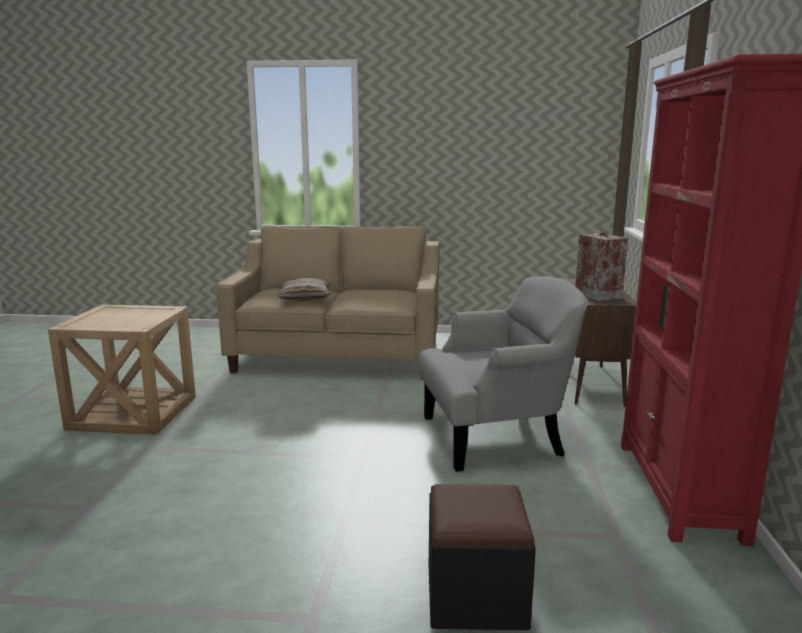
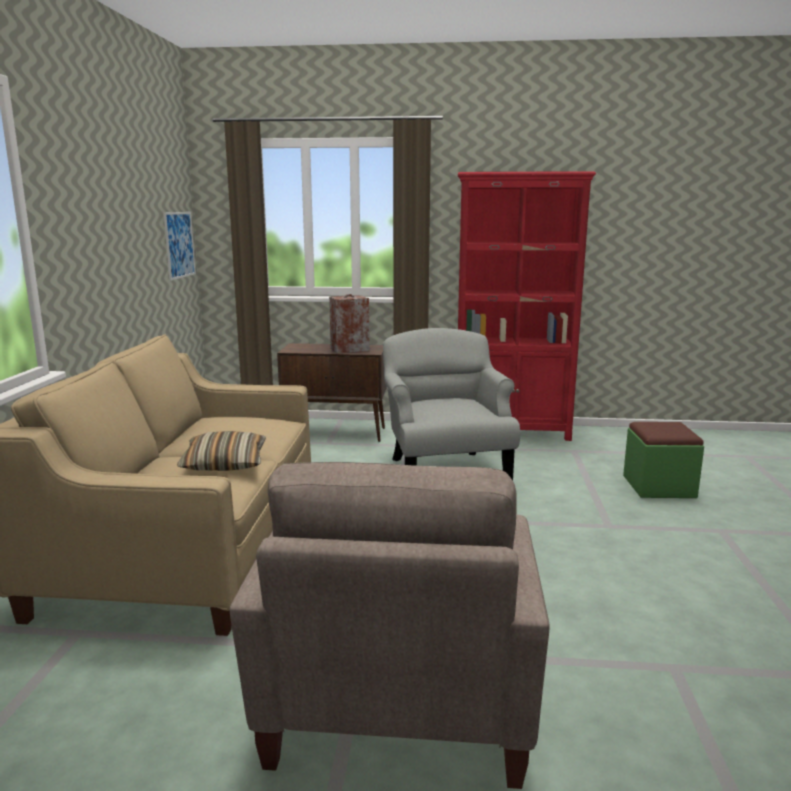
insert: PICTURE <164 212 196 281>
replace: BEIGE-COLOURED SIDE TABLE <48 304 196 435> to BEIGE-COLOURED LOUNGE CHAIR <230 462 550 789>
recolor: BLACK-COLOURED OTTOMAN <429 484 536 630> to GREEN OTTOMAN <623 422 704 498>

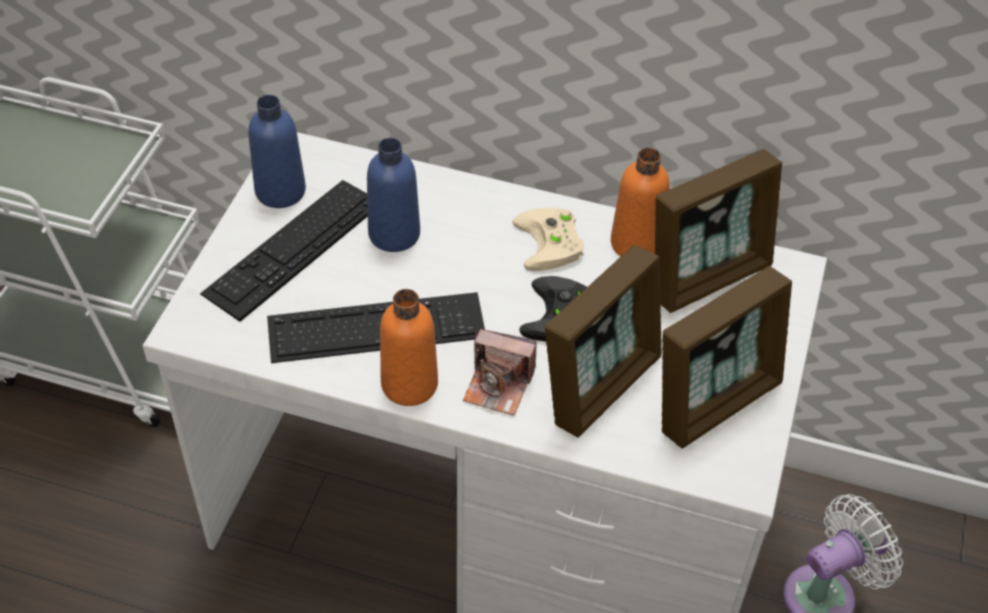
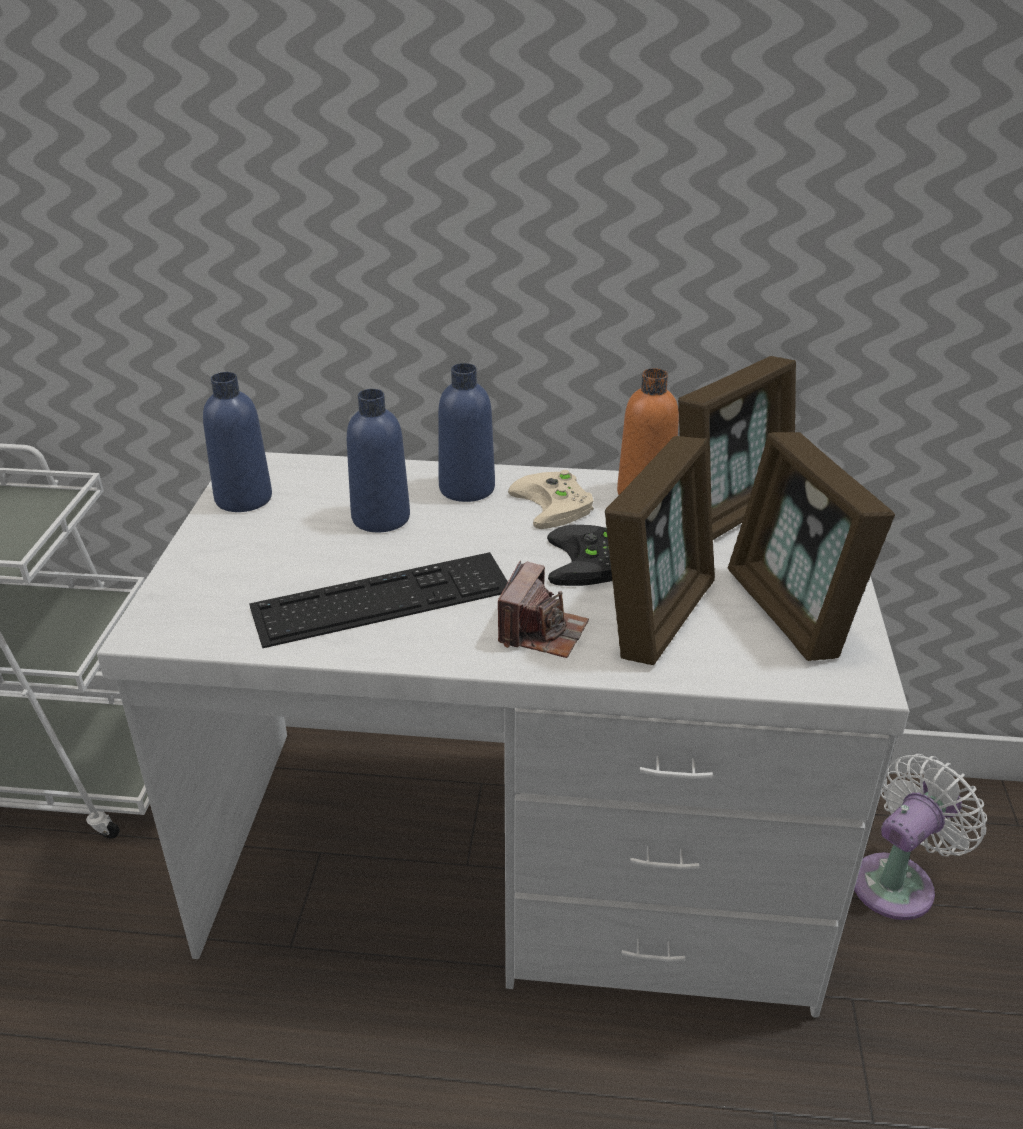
delete: PC KEYBOARD <200 180 368 322>; ORANGE-COLOURED DRINK BOTTLE <380 289 438 406>
insert: BLUE DRINK BOTTLE <438 363 495 502>
rotate: STILL CAMERA <463 329 537 416> = <498 561 589 658> 75 degrees counterclockwise; PICTURE FRAME <662 266 792 449> = <728 432 895 661> 120 degrees clockwise

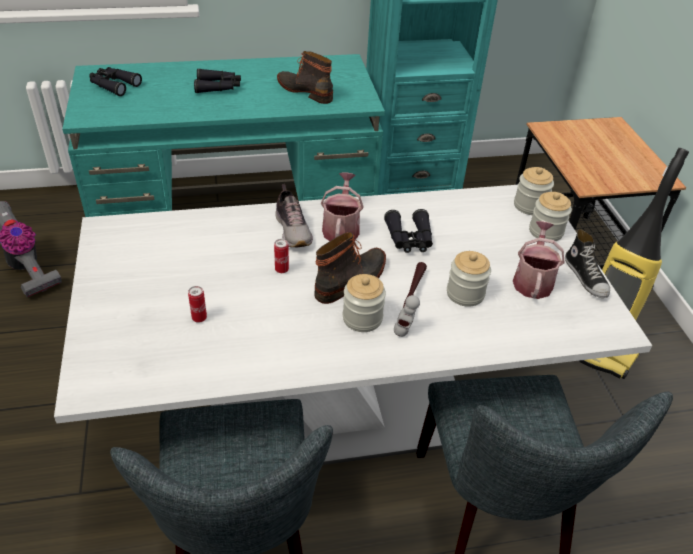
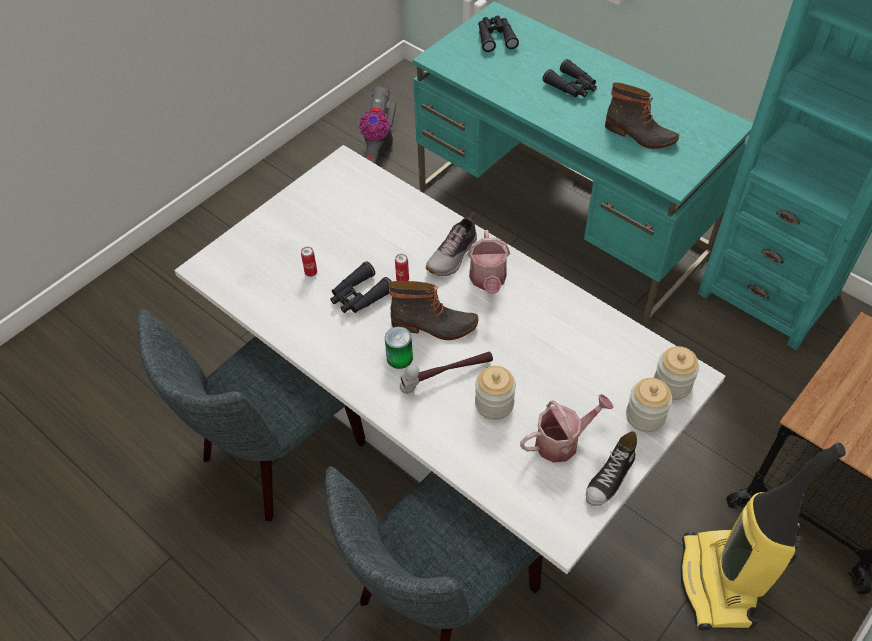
move: BLACK-COLOURED PAIR OF BINOCULARS <384 209 433 253> to <330 261 392 313>
replace: STORAGE JAR <343 274 386 332> to METAL CAN <385 327 413 369>
rotate: BOOT <277 51 333 104> = <605 82 680 149> 120 degrees clockwise; WATERING CAN <321 172 364 241> = <468 230 510 295> 120 degrees clockwise

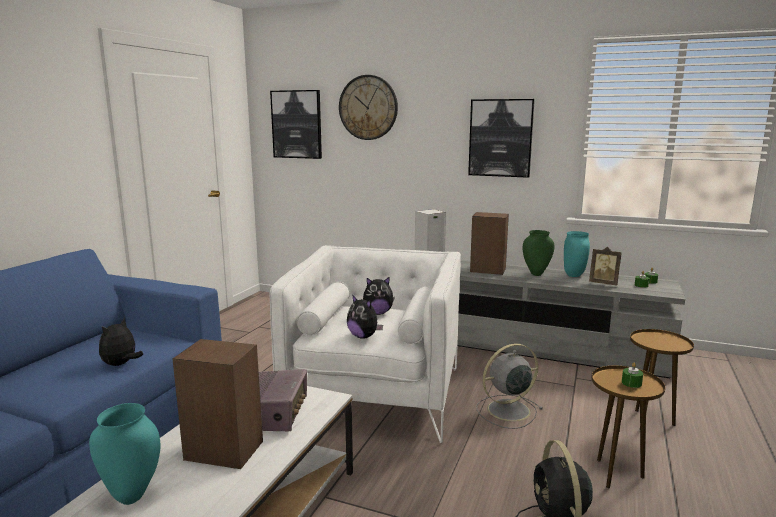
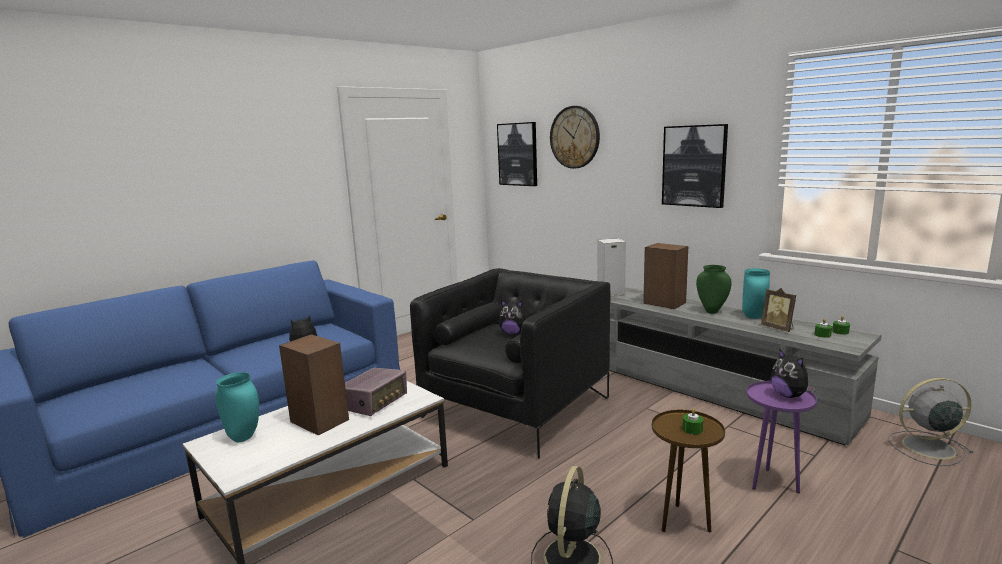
move: SOFT TOY <347 295 383 339> to <771 350 816 398>; GREYISH ELECTRIC FAN <476 343 543 429> to <888 378 974 466>
recolor: WHITE-COLOURED LOUNGE CHAIR <270 245 461 443> to BLACK-COLOURED LOUNGE CHAIR <410 268 611 459>; BROWN SIDE TABLE <630 329 694 426> to PURPLE-COLOURED SIDE TABLE <747 381 817 493>

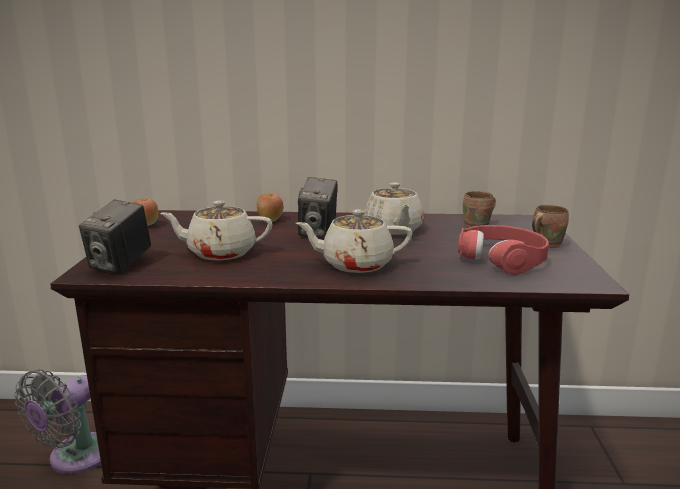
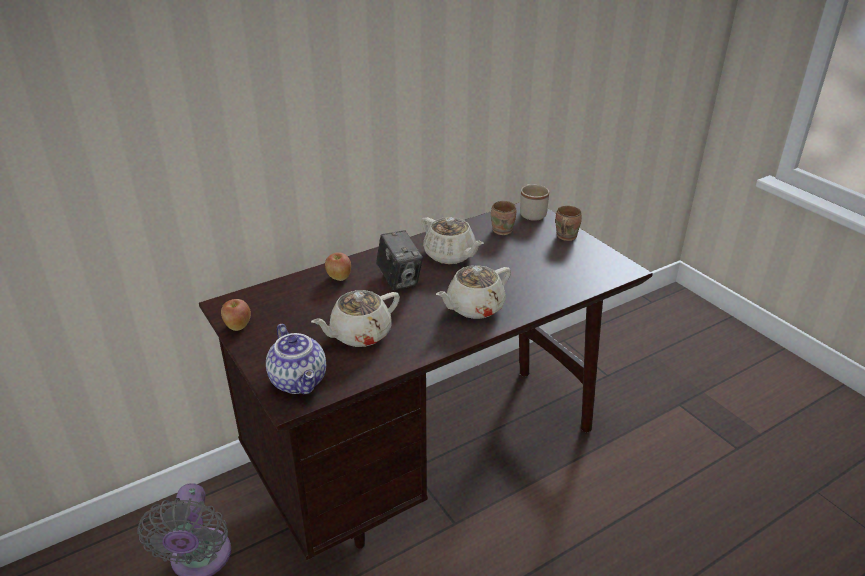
delete: RED-COLOURED HEADSET <458 225 549 275>
insert: BEIGE-COLOURED COFFEE MUG <520 184 549 221>
replace: STILL CAMERA <79 199 151 274> to POT FOR TEA <266 324 326 394>

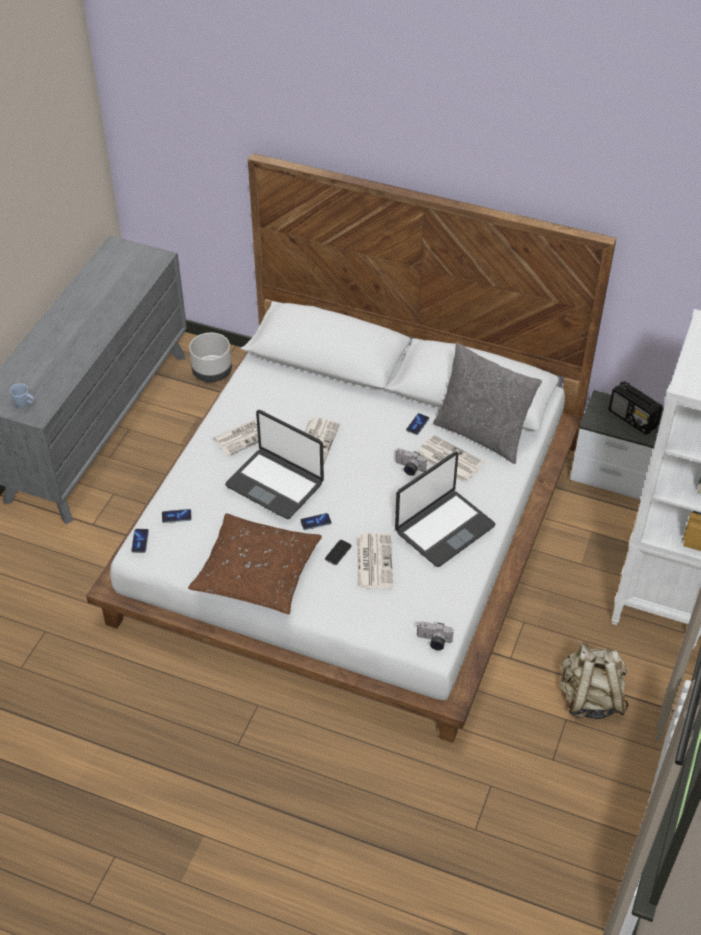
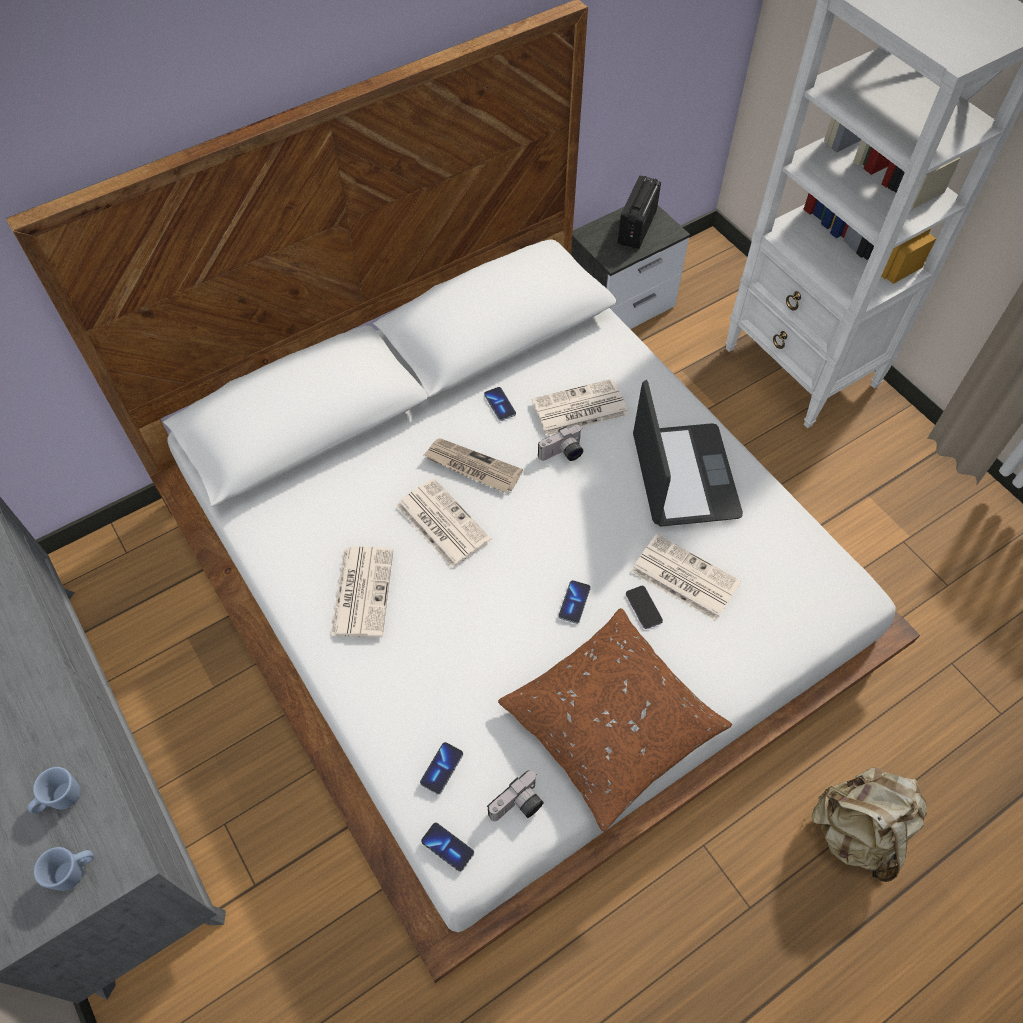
delete: GREYISH FLOWER POT <189 333 232 382>; NOTEBOOK COMPUTER <225 410 324 519>; GREYISH THROW PILLOW <433 343 542 464>
insert: BLUE COFFEE MUG <28 767 80 814>; PRINTED PAPER <424 438 523 493>
move: STILL CAMERA <417 622 454 650> to <487 770 544 821>; BEIGE-COLOURED KNAPSACK <560 642 629 719> to <812 767 927 882>
rotate: RADIO <609 381 663 435> = <618 176 661 249> 120 degrees clockwise

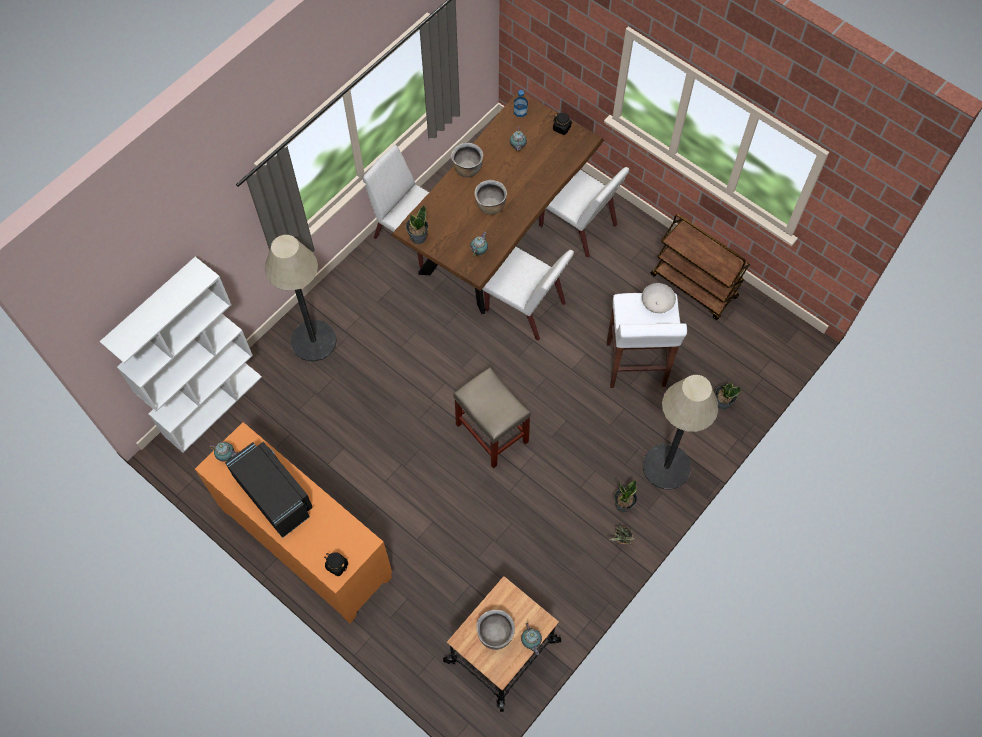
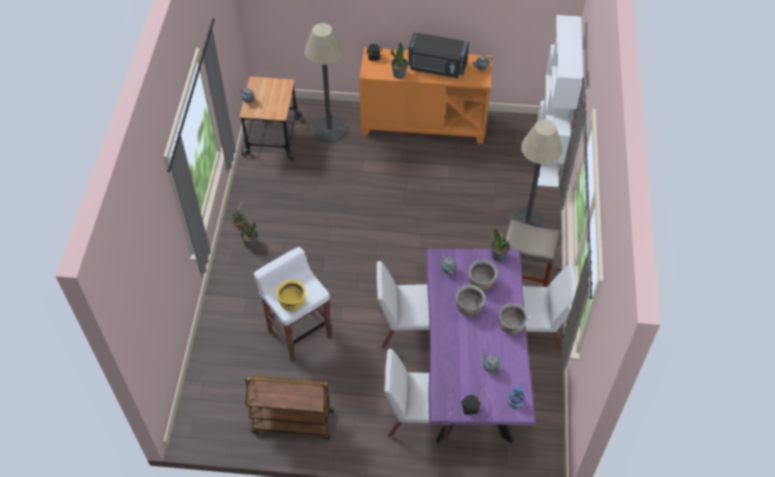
move: BEIGE-COLOURED SITTING STOOL <453 367 531 468> to <505 219 560 287>; BROWN SAUCEPOT <476 610 515 650> to <469 260 498 290>; FLOOR LAMP <643 375 719 490> to <305 23 346 142>; POTTED PLANT <715 382 742 410> to <391 42 408 79>
replace: WHITE-COLOURED DEEP DISH <642 283 676 313> to YELLOW SAUCEPOT <276 280 306 311>
recolor: BROWN DINNER TABLE <391 92 604 314> to PURPLE-COLOURED DINNER TABLE <426 249 536 443>

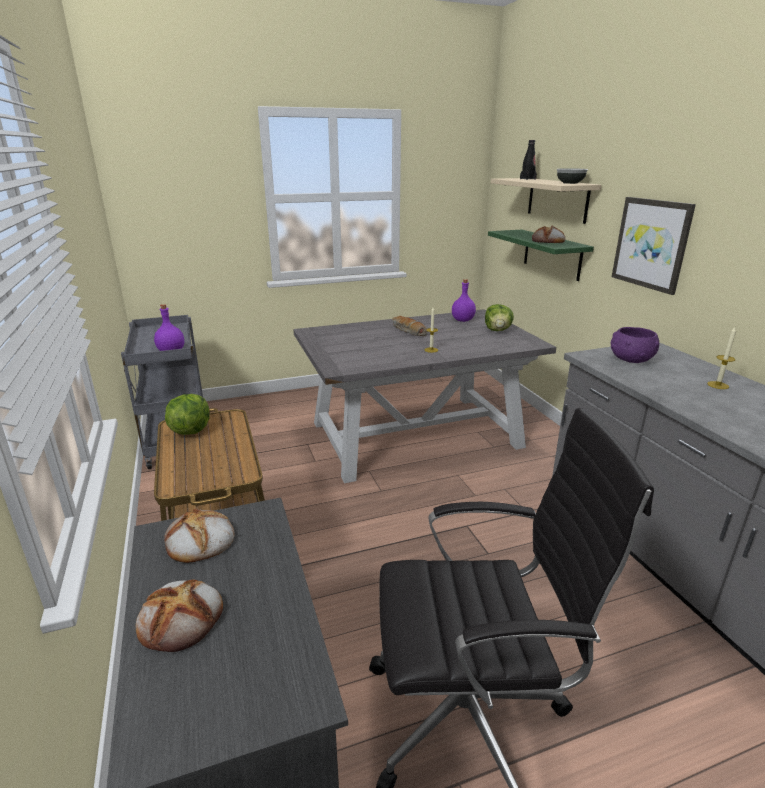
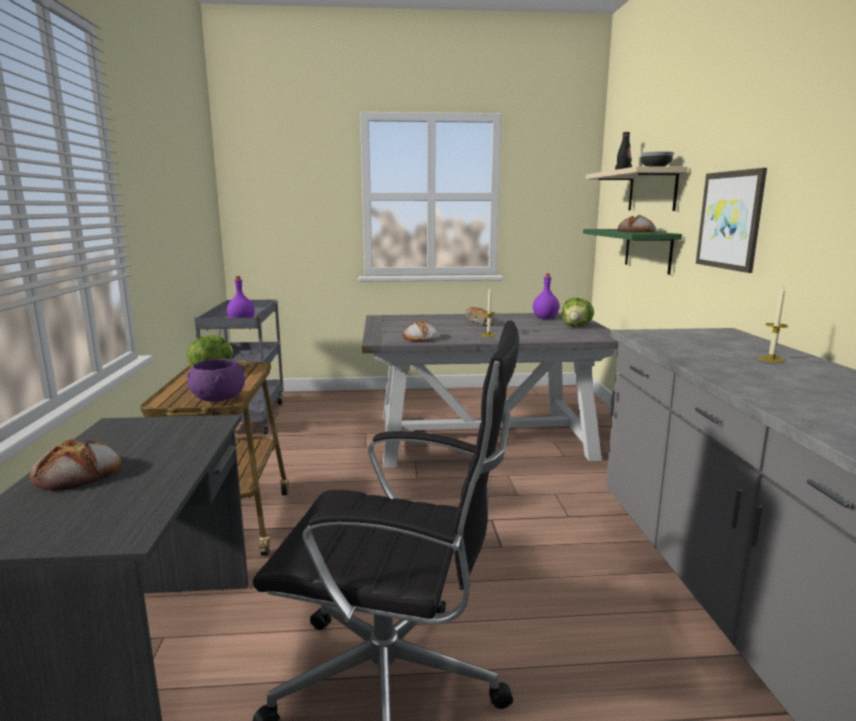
move: BAKERY BREAD <164 509 235 563> to <402 321 440 341>; PURPLE-COLOURED DEEP DISH <611 327 659 363> to <187 359 245 402>

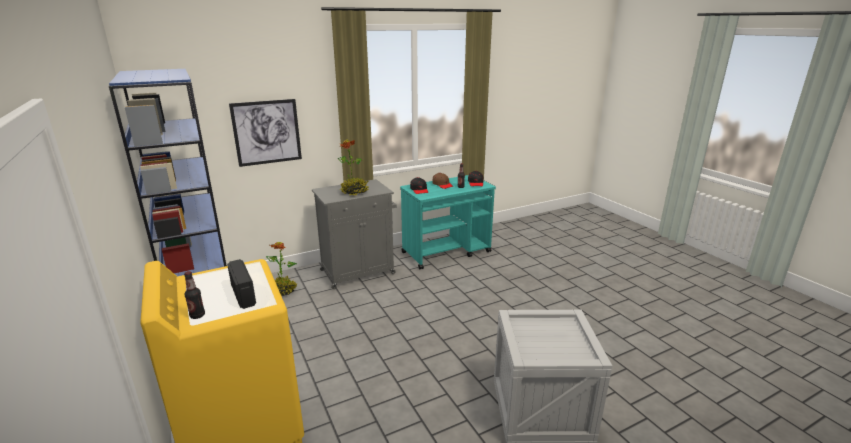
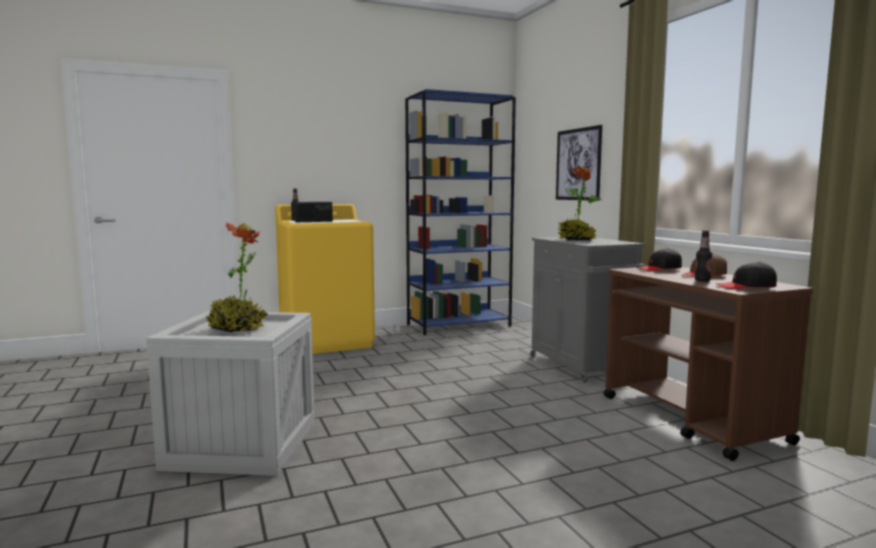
move: POTTED PLANT <266 242 297 296> to <205 222 268 332>
recolor: TURQUOISE CART <400 175 496 269> to BROWN CART <604 267 813 461>

